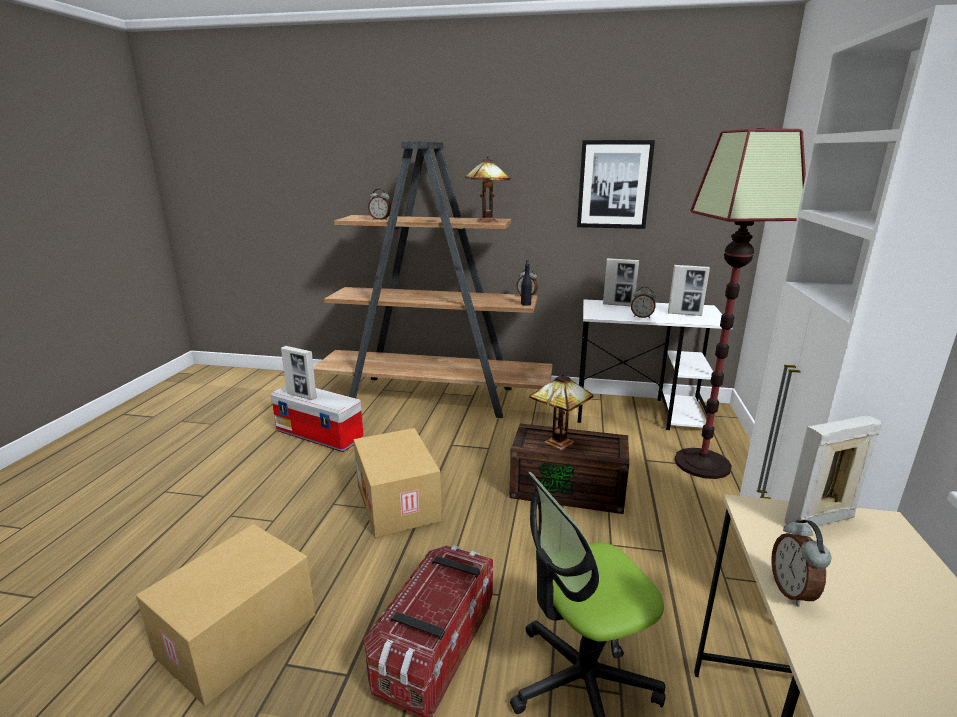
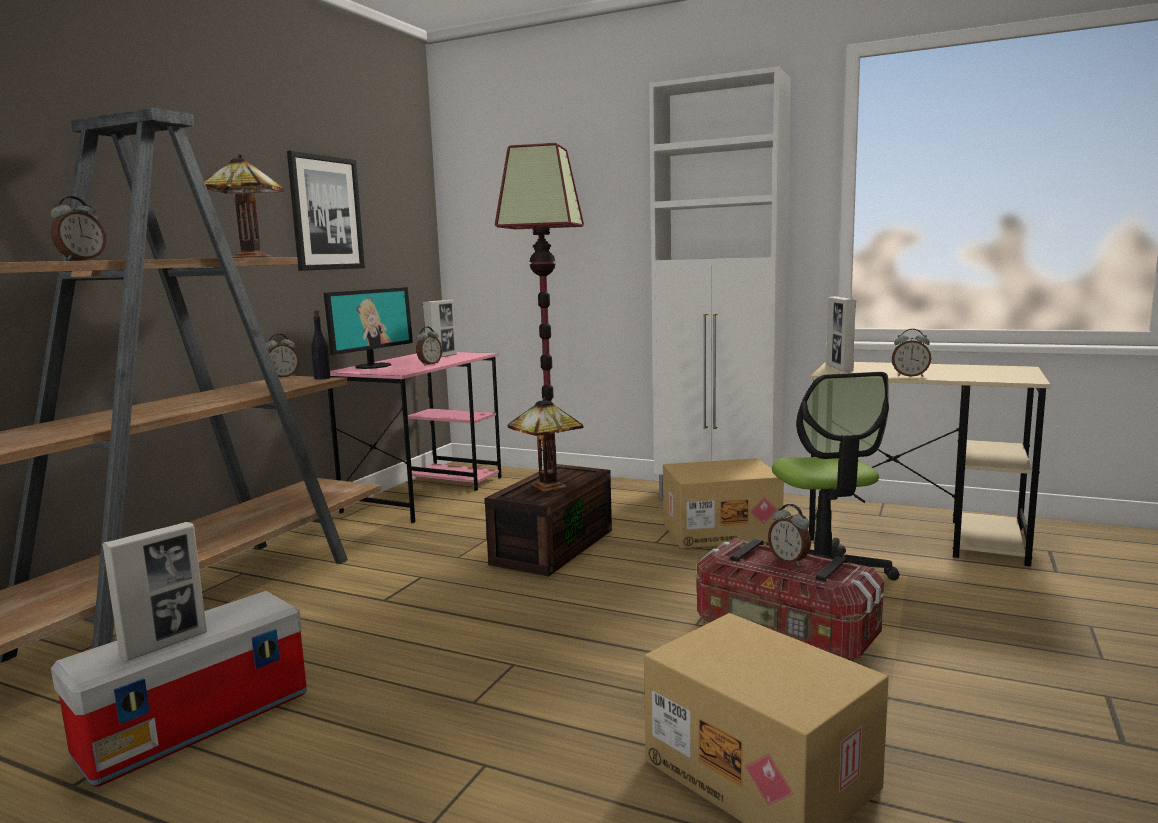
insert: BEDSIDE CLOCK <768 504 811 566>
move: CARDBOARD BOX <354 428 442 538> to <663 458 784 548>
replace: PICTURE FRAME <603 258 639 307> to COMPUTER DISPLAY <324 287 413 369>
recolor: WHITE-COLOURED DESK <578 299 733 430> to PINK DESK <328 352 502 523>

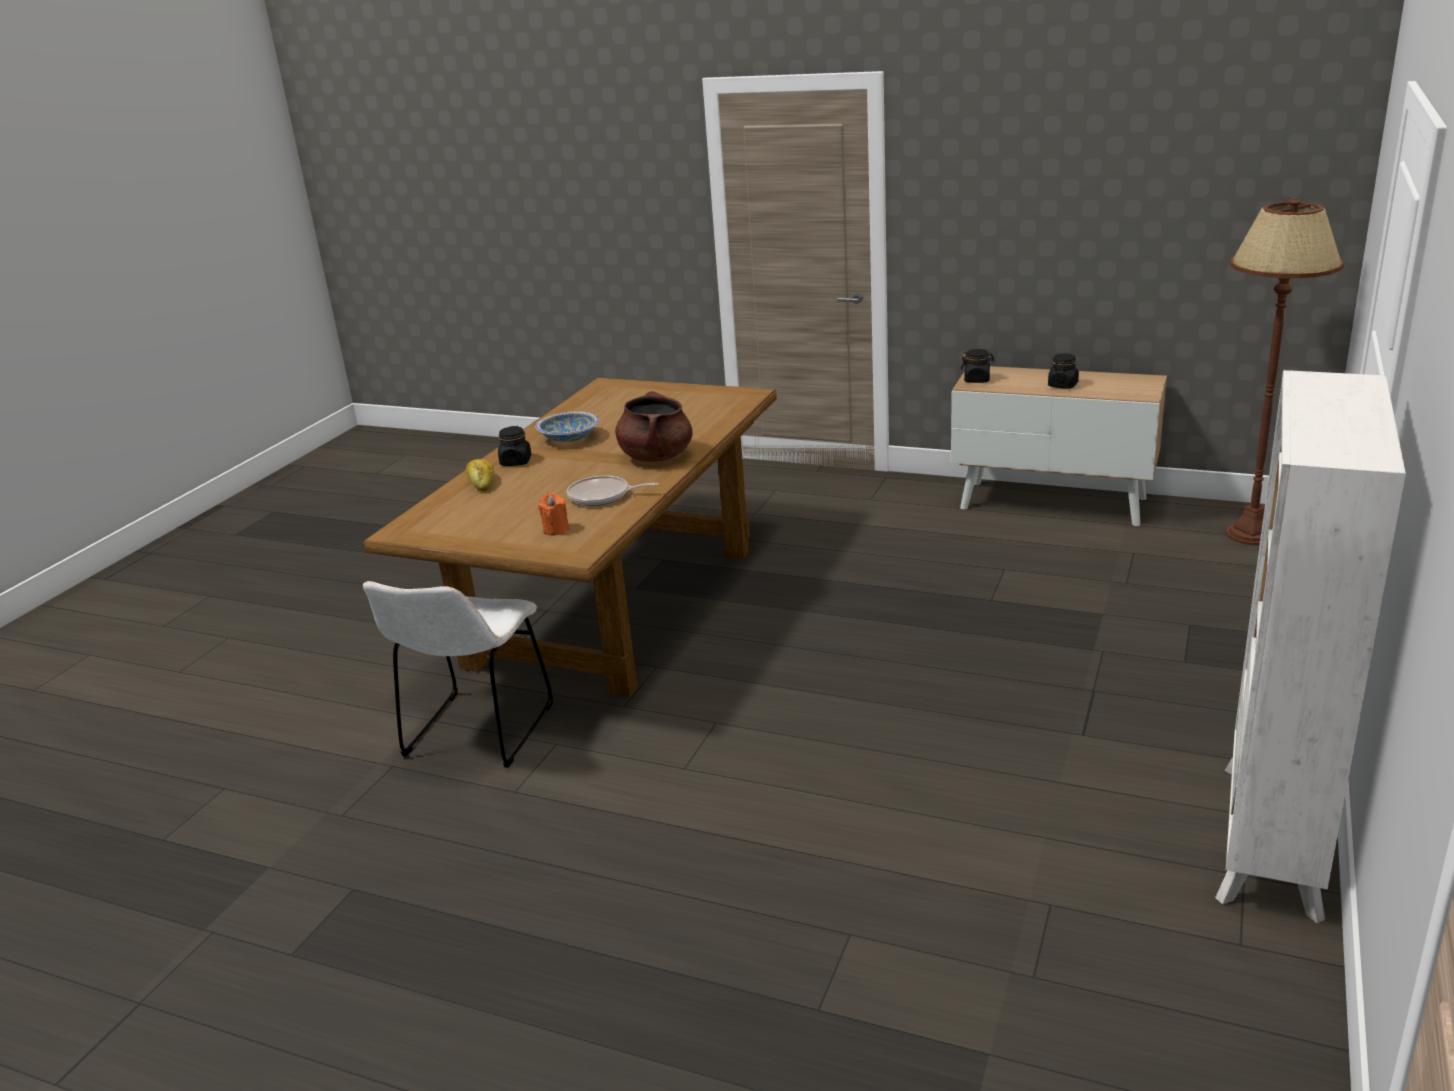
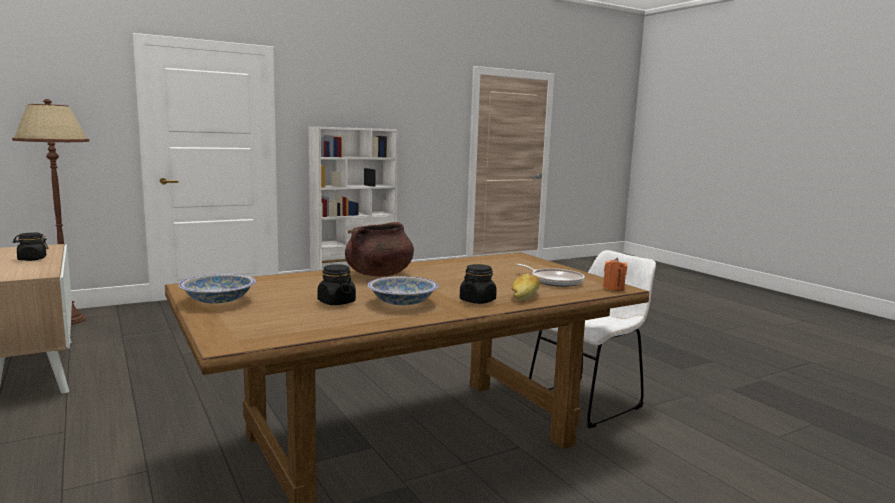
insert: DEEP DISH <179 274 256 303>
move: ORANGE-COLOURED CANDLE <538 493 570 536> to <603 258 627 291>; FRYING PAN <567 475 659 506> to <516 264 585 287>; BLACK-COLOURED STORAGE JAR <961 349 994 383> to <317 264 356 305>

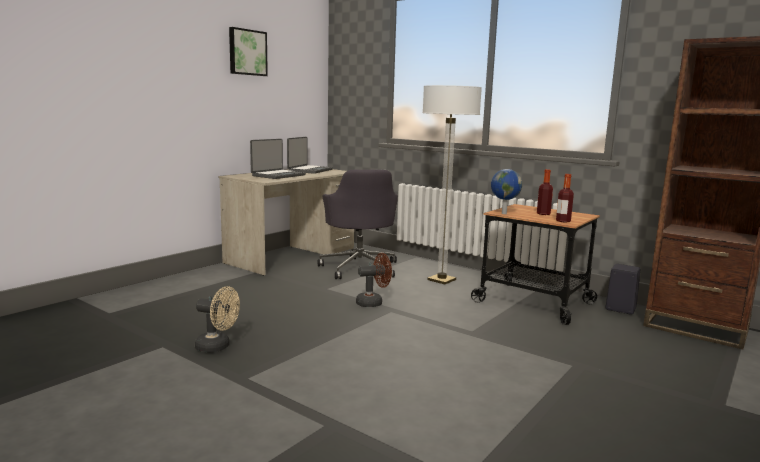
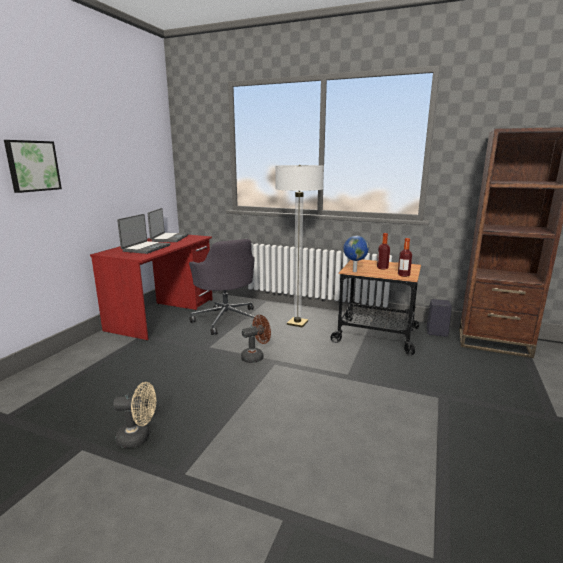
move: PICTURE <229 27 268 76> to <4 140 62 193>
recolor: BEIGE-COLOURED DESK <218 169 354 276> to RED-COLOURED DESK <90 235 213 340>

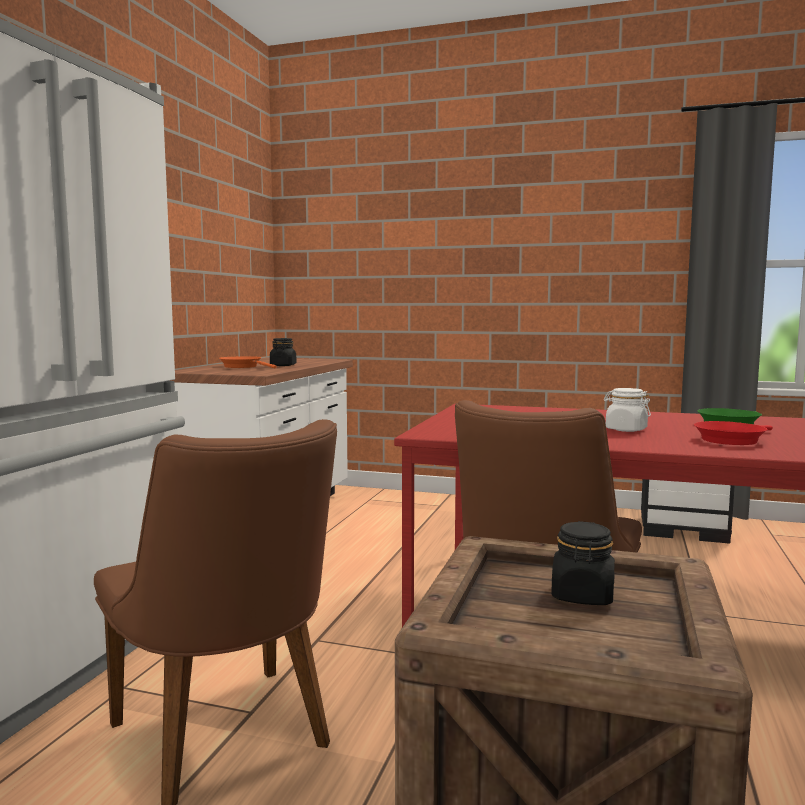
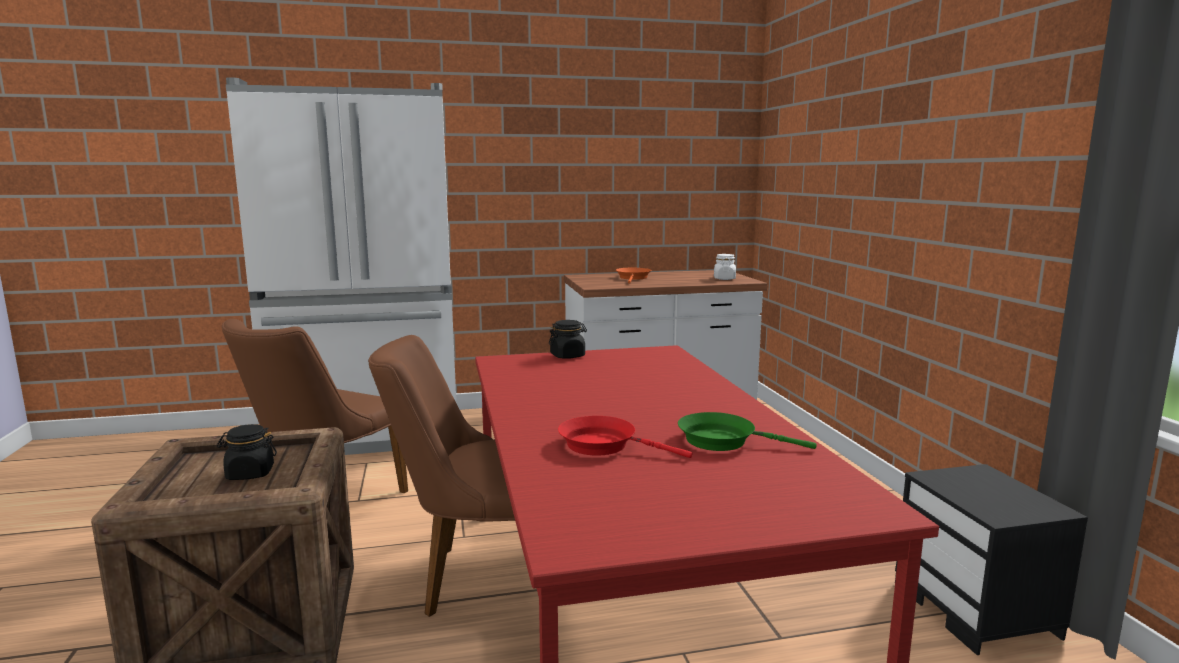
move: BLACK-COLOURED STORAGE JAR <270 338 296 366> to <549 320 587 359>; WHITE-COLOURED STORAGE JAR <604 388 651 432> to <714 254 736 280>

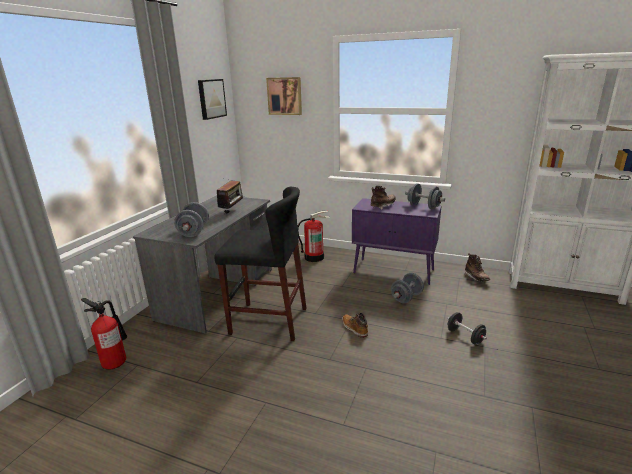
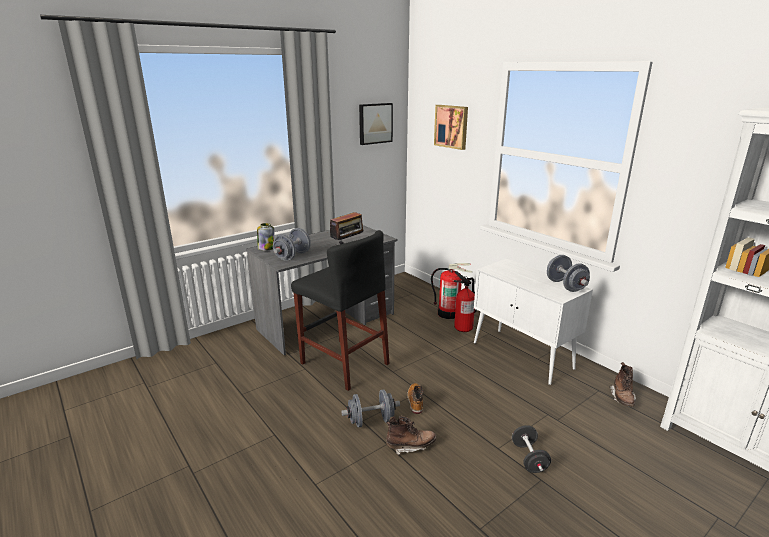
insert: STORAGE JAR <257 223 275 251>
move: EXTINGUISHER <81 298 127 370> to <454 271 477 332>; BROWN BOOT <371 186 396 210> to <386 416 436 455>; GREYISH FREE WEIGHT <391 273 424 303> to <341 390 400 428>
recolor: PURPLE-COLOURED CABINET <352 198 442 285> to WHITE-COLOURED CABINET <474 259 593 385>

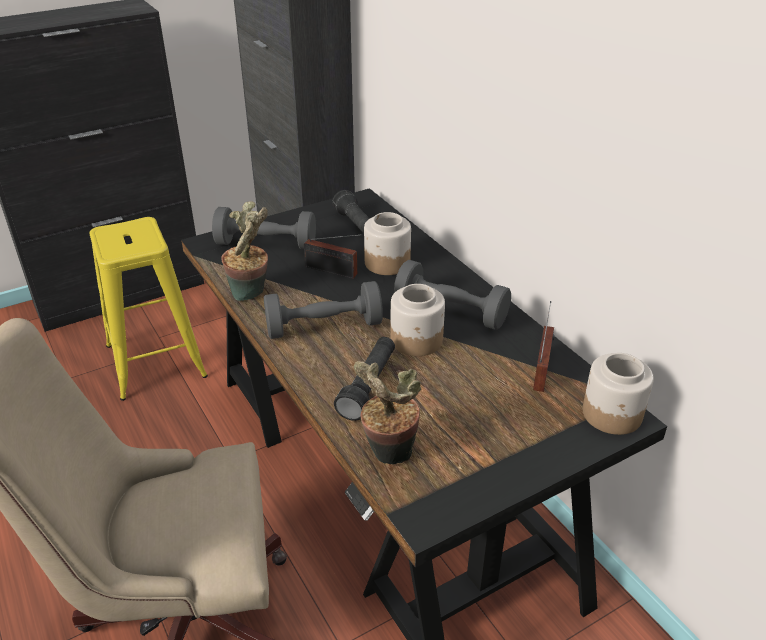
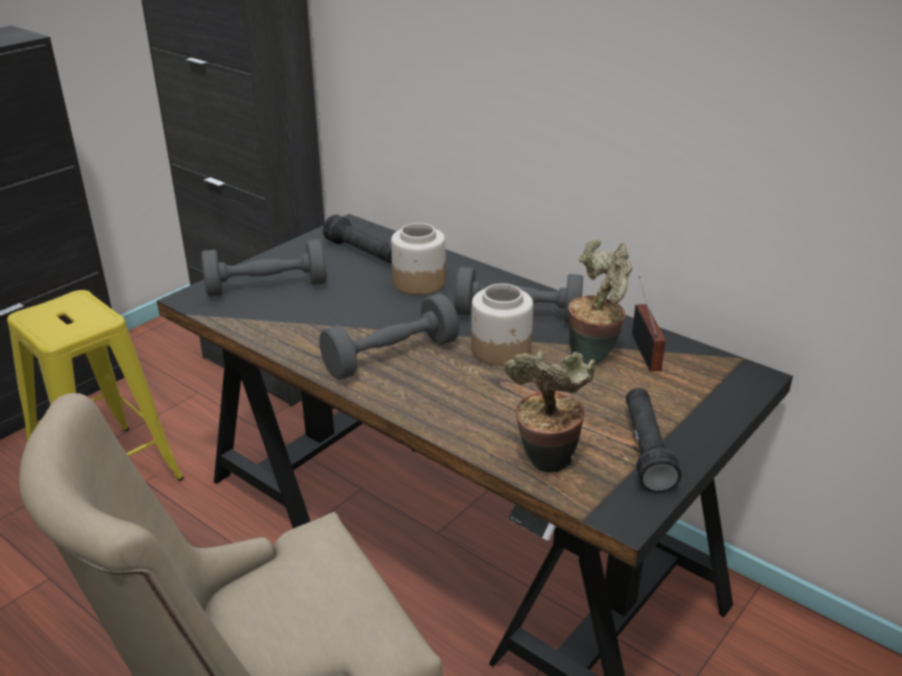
delete: RADIO <304 234 362 279>; STORAGE JAR <583 353 654 435>
move: POTTED PLANT <221 201 268 301> to <568 240 632 365>; BLACK-COLOURED HAND TORCH <334 337 395 421> to <626 388 682 493>

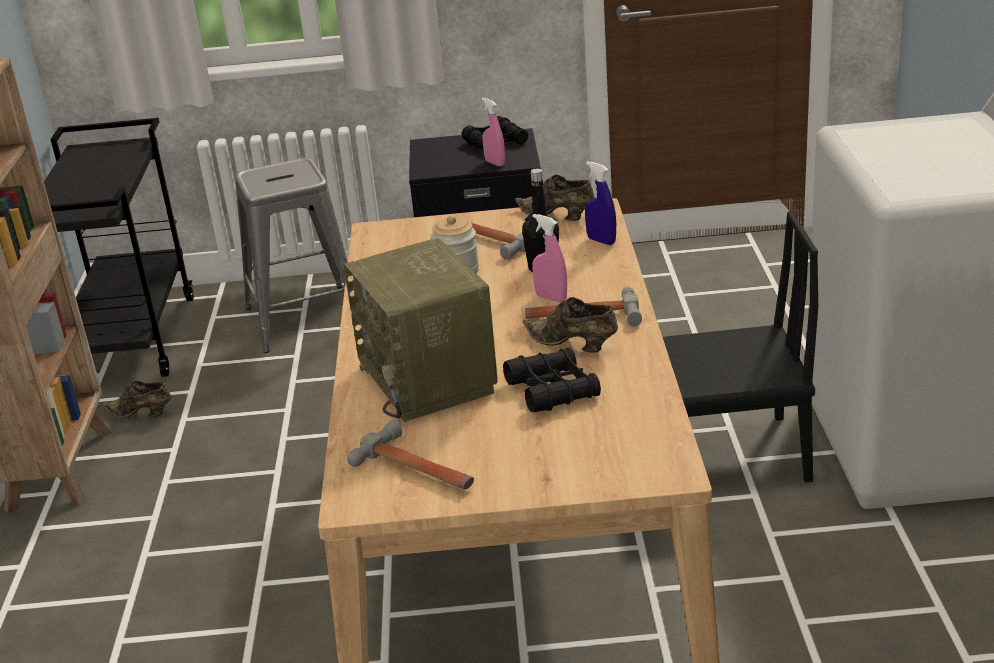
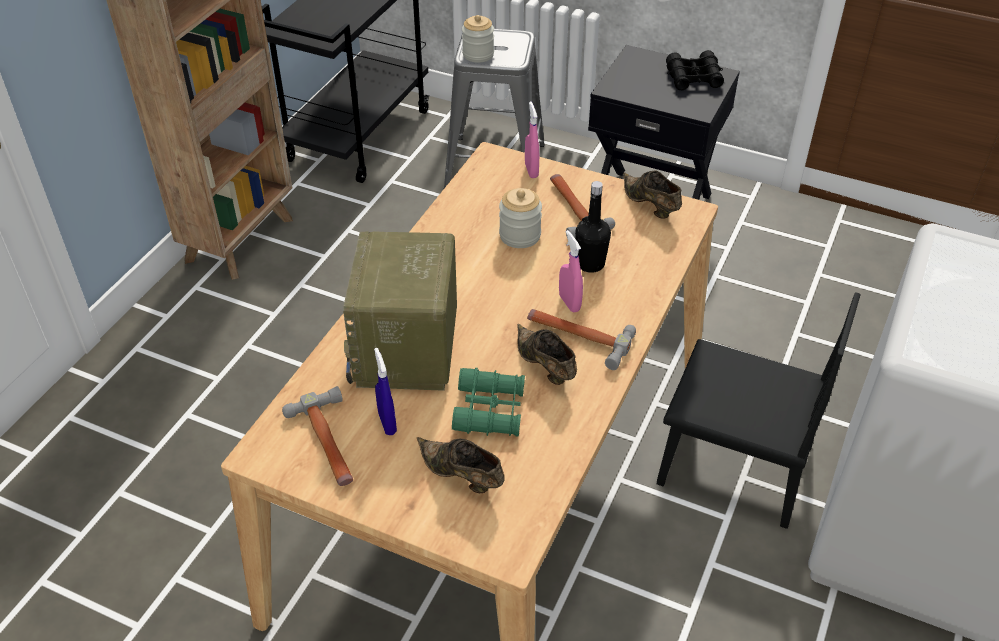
insert: STORAGE JAR <462 15 494 63>
move: BROWN LOW SHOE <102 380 171 418> to <417 437 505 493>; PINK SPRAYER <482 98 505 167> to <525 102 539 178>; BLUE SPRAYER <585 161 616 245> to <374 348 397 435>
recolor: BLACK-COLOURED PAIR OF BINOCULARS <503 347 601 412> to GREEN PAIR OF BINOCULARS <452 368 525 437>

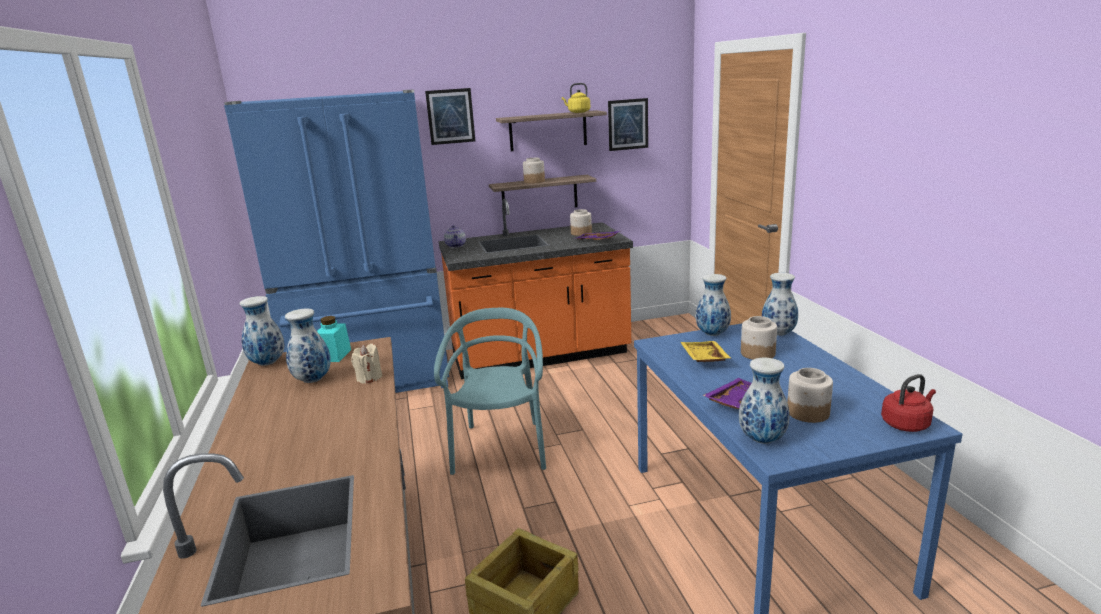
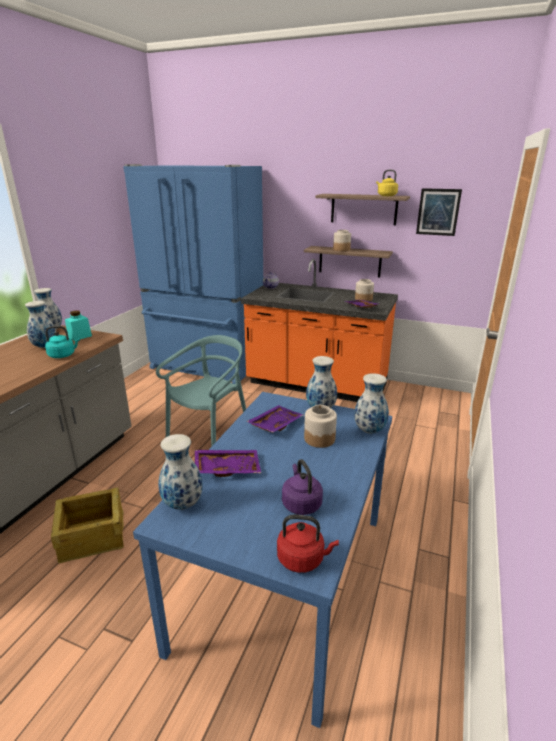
delete: PICTURE <425 88 475 145>; STORAGE JAR <787 368 833 423>
insert: PURPLE-COLOURED TEA KETTLE <282 459 323 515>
replace: BEIGE-COLOURED CANDLE <351 344 382 384> to TURQUOISE TEA KETTLE <45 326 80 358>
recolor: YELLOW CARRYING TRAY <681 341 731 362> to PURPLE-COLOURED CARRYING TRAY <246 405 303 432>

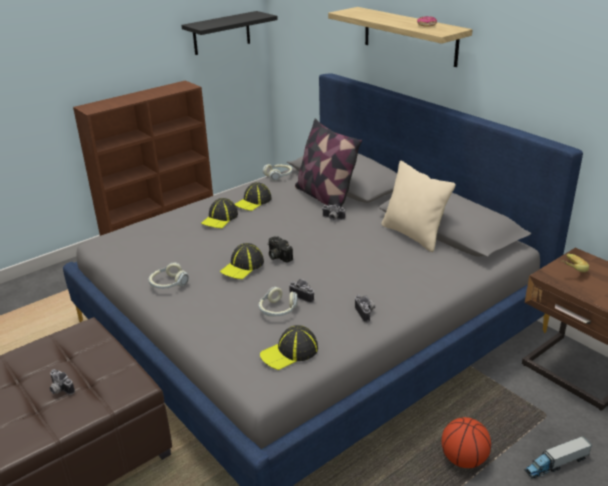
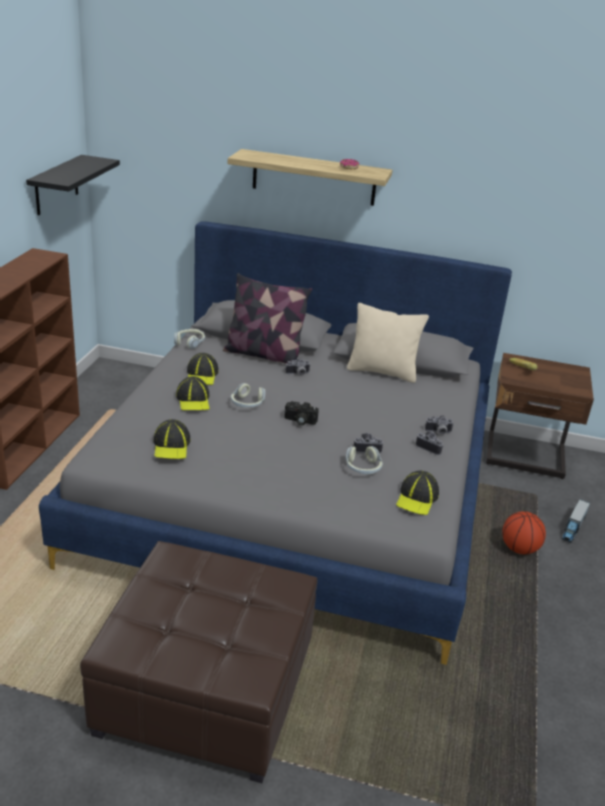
move: STILL CAMERA <49 369 75 395> to <425 415 454 434>; HEADSET <149 262 189 289> to <231 383 265 408>; CAP <220 243 264 279> to <154 419 191 459>

